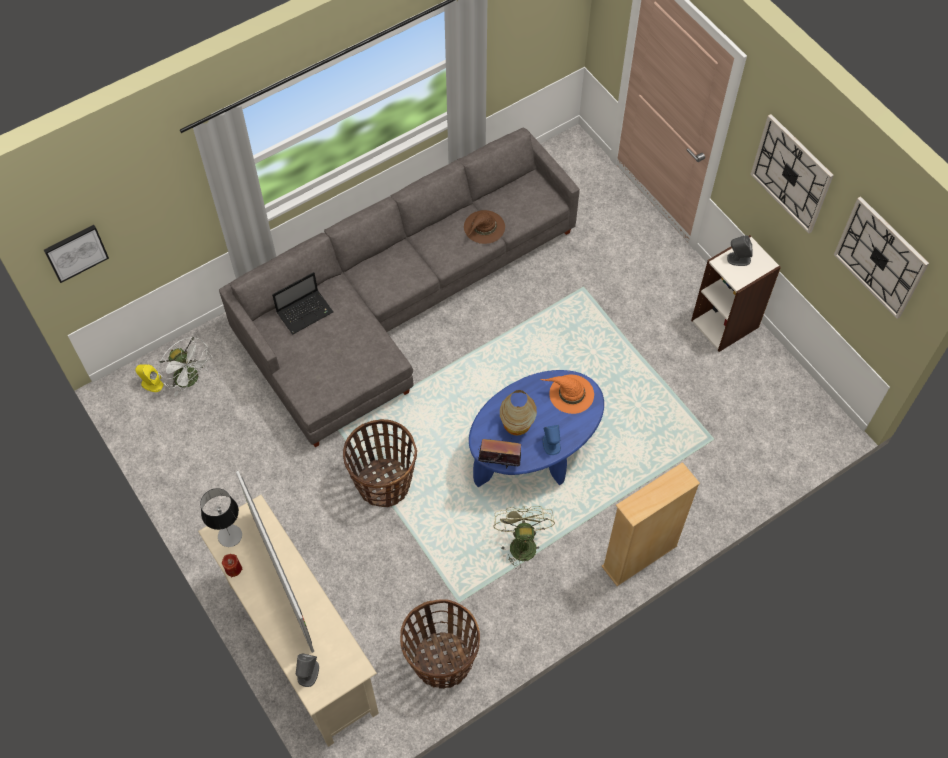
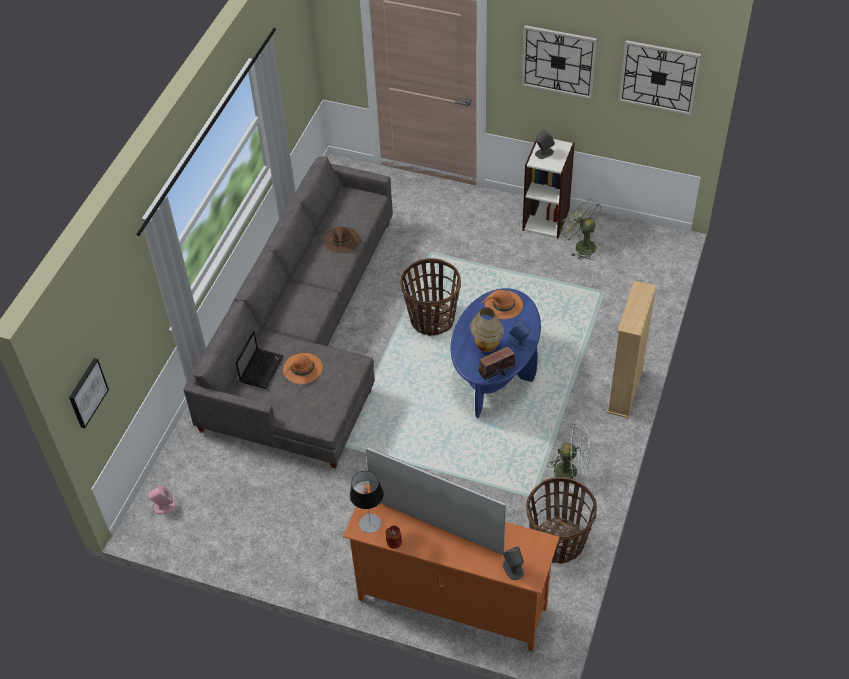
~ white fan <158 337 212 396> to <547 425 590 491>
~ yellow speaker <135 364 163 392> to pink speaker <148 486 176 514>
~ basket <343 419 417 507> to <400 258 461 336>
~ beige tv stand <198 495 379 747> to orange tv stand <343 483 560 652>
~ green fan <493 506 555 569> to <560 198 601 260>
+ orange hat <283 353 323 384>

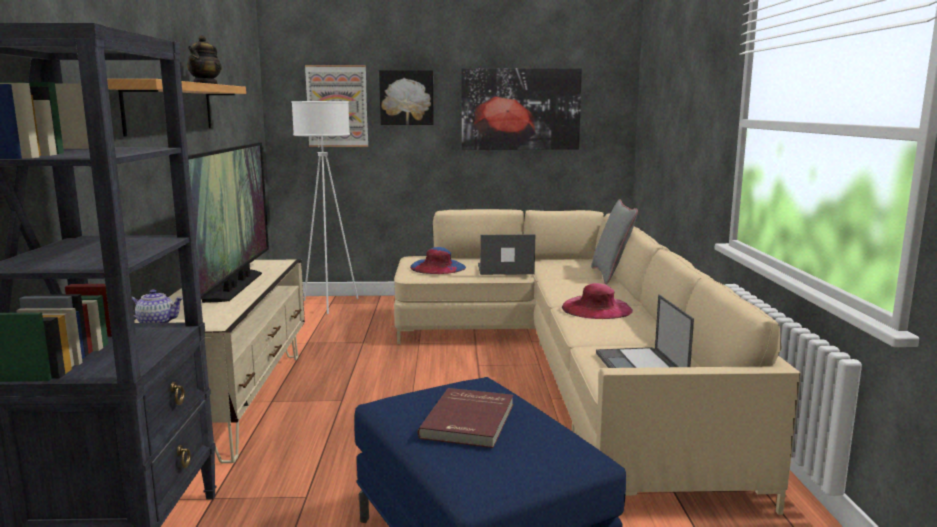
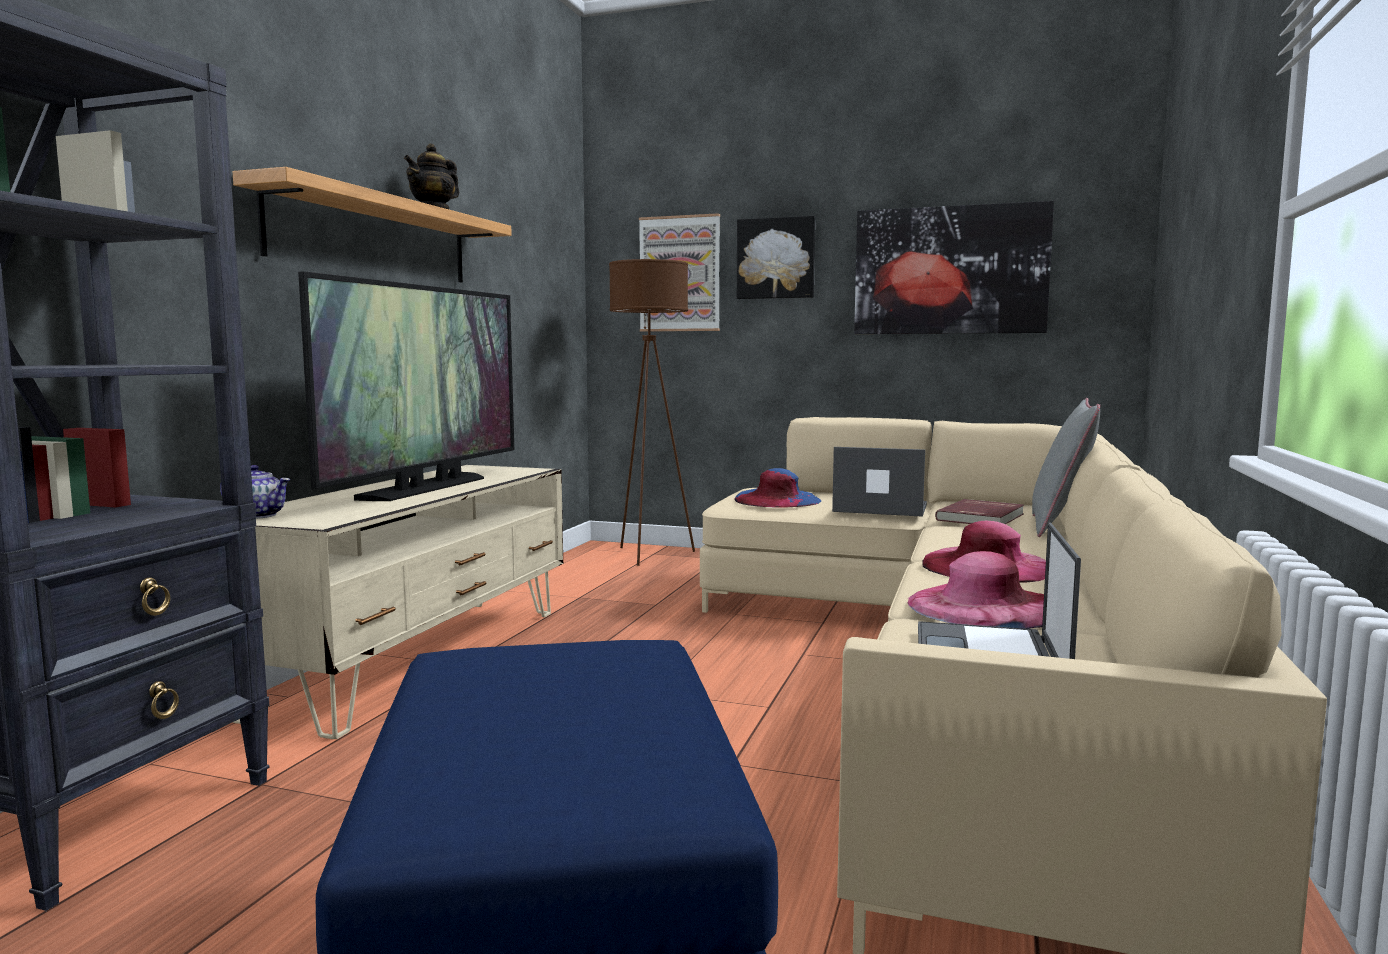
~ white floor lamp <292 101 358 314> to brown floor lamp <609 259 695 566>
~ red book <418 388 514 448> to <935 499 1024 524>
+ pink hat <907 551 1044 629>

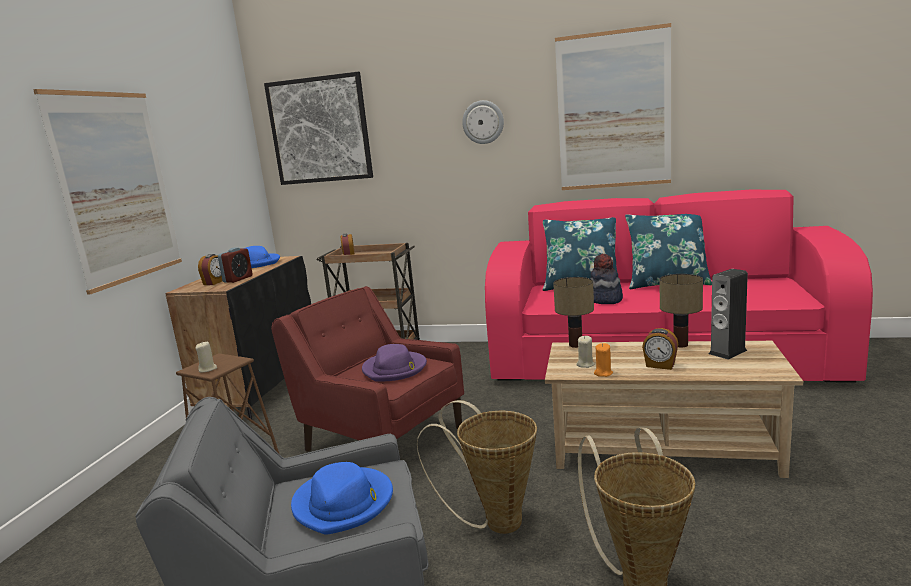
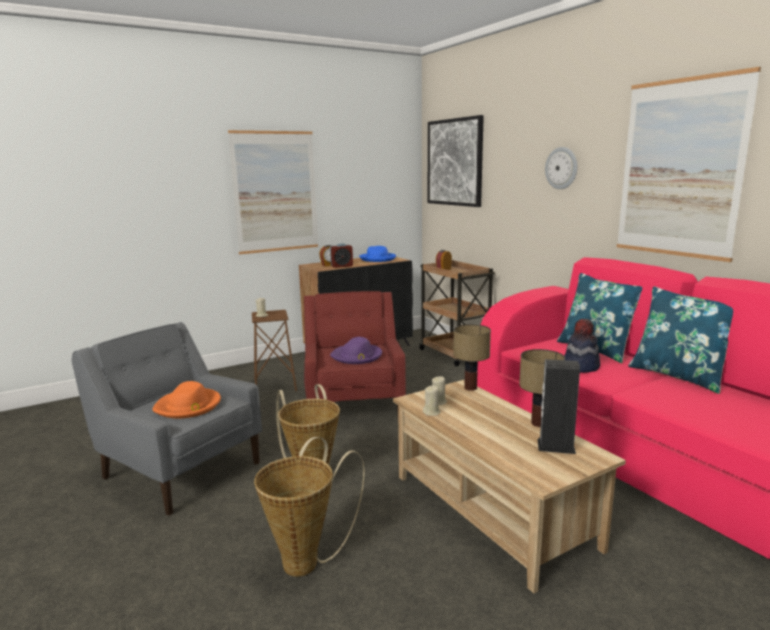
- alarm clock <642 328 678 370>
~ orange candle <594 343 613 377> to beige candle <423 386 441 416>
~ blue hat <291 462 393 535> to orange hat <152 381 221 418>

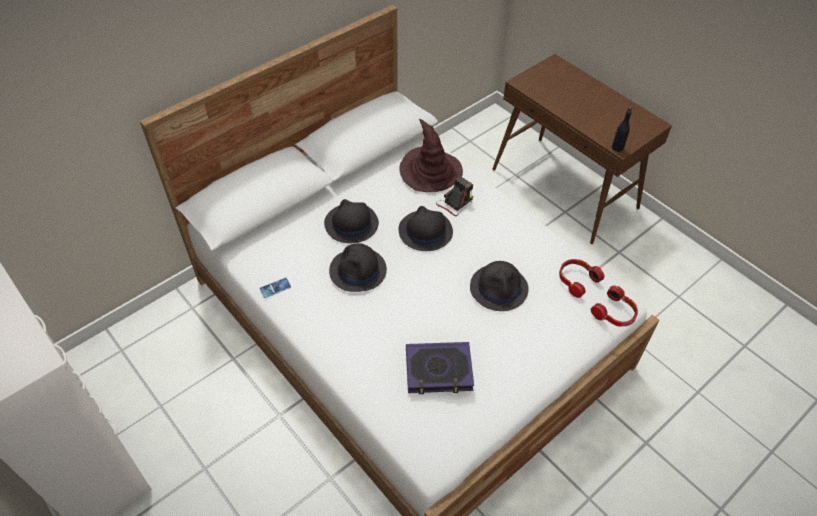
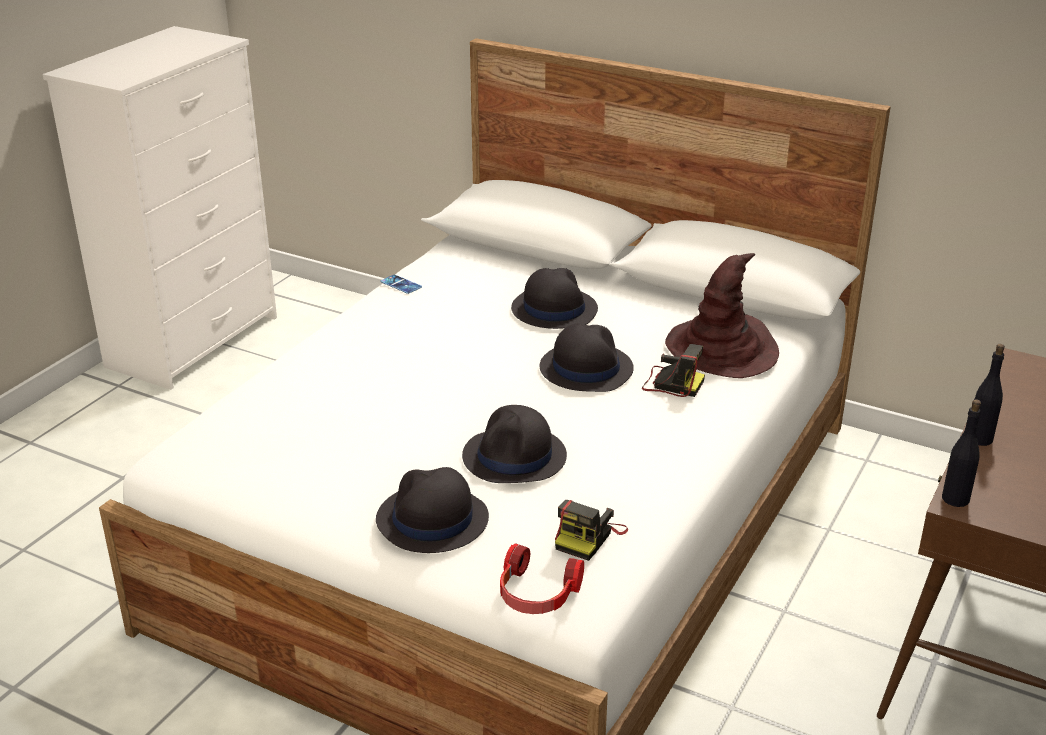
~ black hat <329 243 387 292> to <376 467 489 553>
~ headphones <559 259 604 298> to photo camera <555 500 628 561>
- book <406 342 474 394>
+ black bottle <974 344 1005 446>

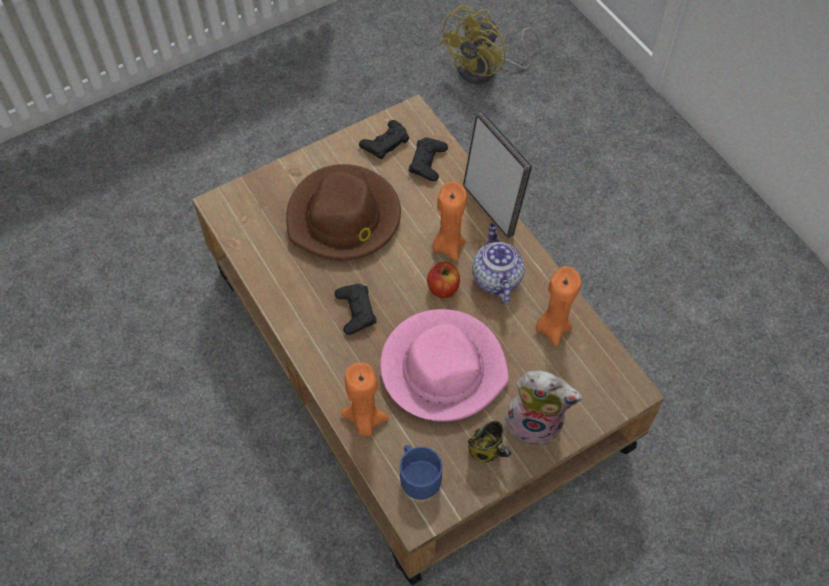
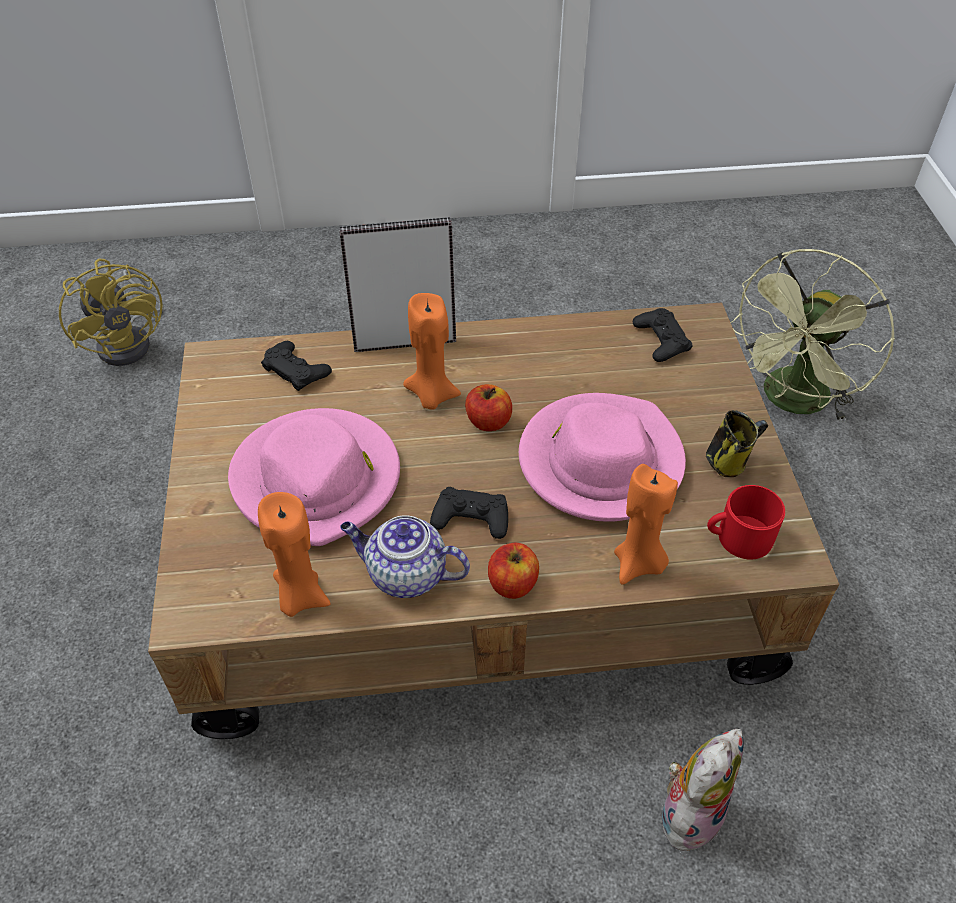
~ black game controller <359 120 409 159> to <633 308 693 362>
~ brown hat <286 164 401 260> to pink hat <228 408 400 546>
~ teapot <472 223 525 305> to <340 515 470 598>
~ orange candle <536 266 581 346> to <258 492 331 617>
~ plush toy <505 370 583 447> to <662 729 744 853>
~ blue mug <400 445 443 500> to red mug <707 485 785 560>
+ green fan <730 249 895 423>
+ apple <488 542 539 599>

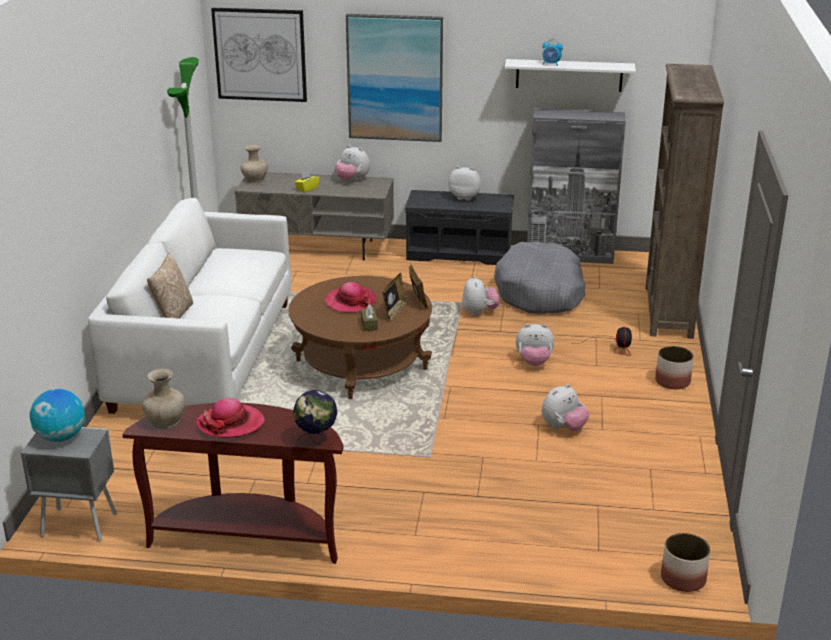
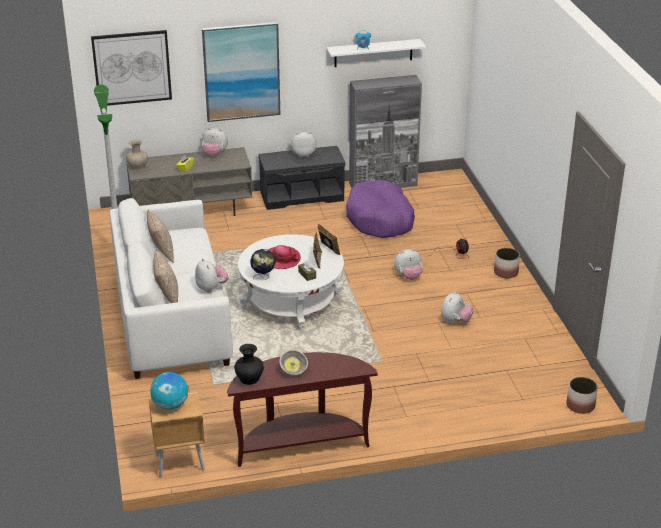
- brown bookcase <645 64 724 339>
~ grey dog bed <494 241 586 314> to purple dog bed <346 180 415 238>
~ plush toy <462 275 499 316> to <195 258 229 293>
~ brown coffee table <288 276 432 399> to white coffee table <238 234 344 331>
~ beige vase <142 369 185 429> to black vase <234 344 264 385>
~ globe <293 390 337 444> to <250 249 275 280>
~ hat <196 398 265 438> to bowl <279 350 308 376>
~ grey nightstand <21 427 117 541> to brown nightstand <149 392 205 477>
+ pillow <147 210 174 263>

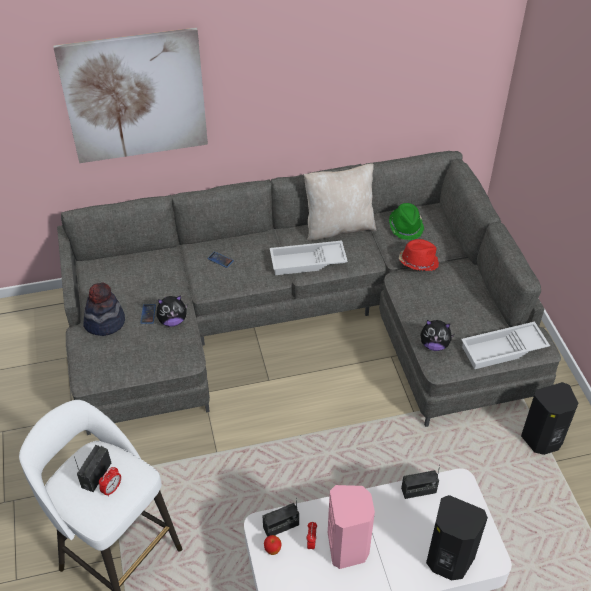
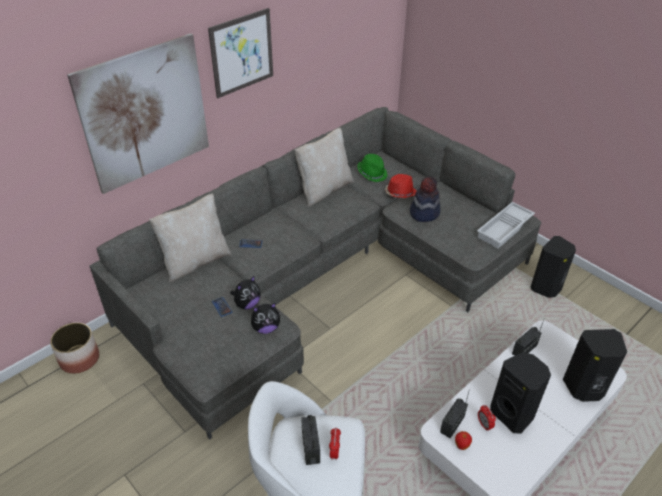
- white tray <270 240 348 275>
~ hat <83 283 125 336> to <410 177 440 222>
~ plush toy <420 320 454 351> to <251 303 280 334>
~ pink speaker <328 485 375 569> to black speaker <490 352 551 434>
+ picture <208 8 273 98>
+ beige pillow <149 194 232 282>
+ planter <50 323 99 374>

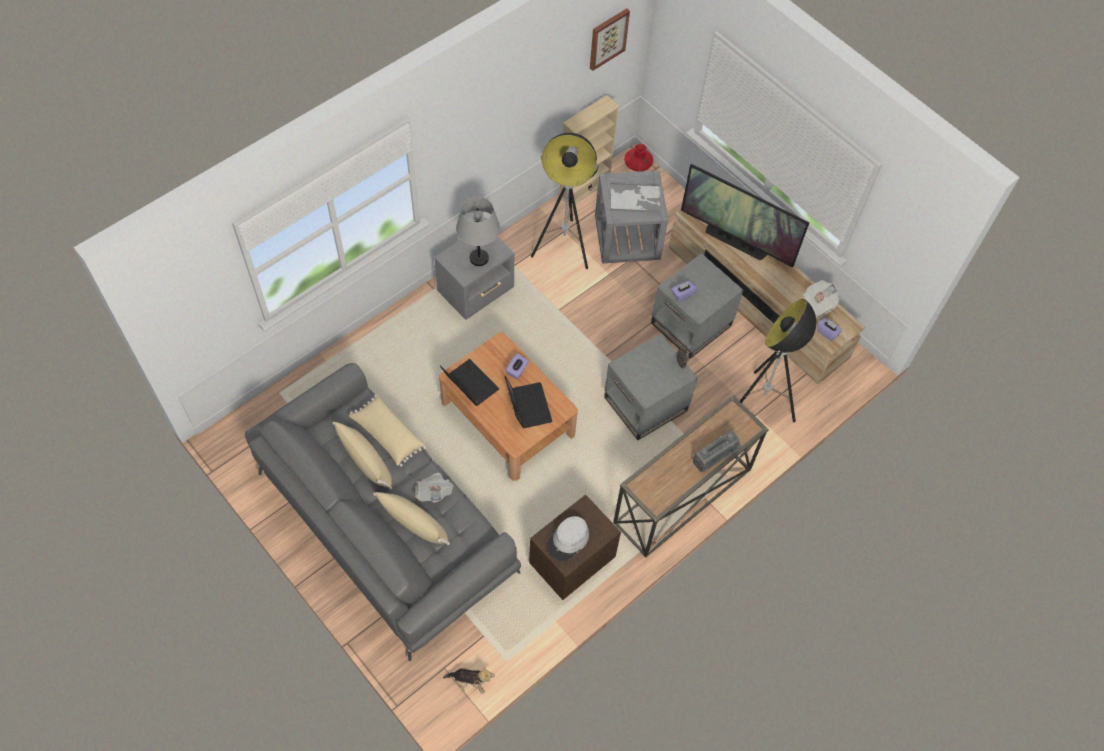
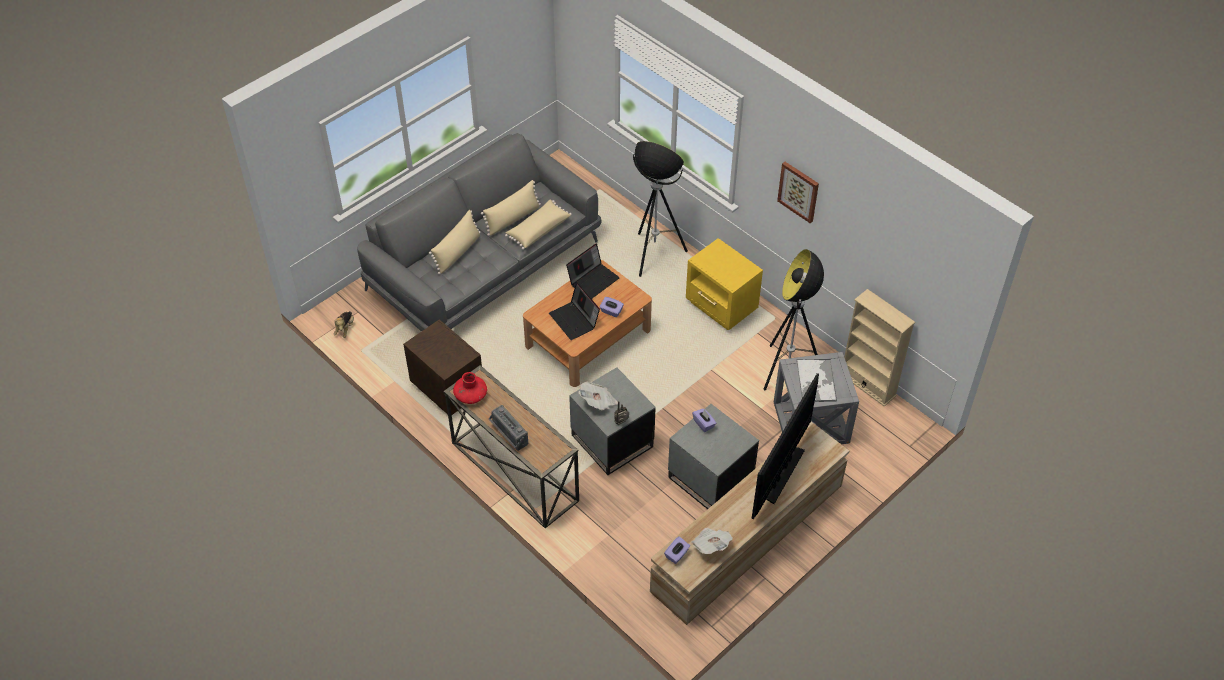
~ picture <590 9 630 71> to <777 162 819 223>
~ red vase <624 144 653 172> to <453 372 487 404>
- grey table lamp <456 197 500 266>
~ grey nightstand <434 237 514 320> to yellow nightstand <686 238 763 330>
~ floor lamp <739 299 816 422> to <632 141 688 277>
~ laptop <505 376 553 428> = <549 282 600 340> 75 degrees clockwise
~ newspaper <415 473 454 503> to <578 382 618 410>
- grey hat <547 516 589 561>

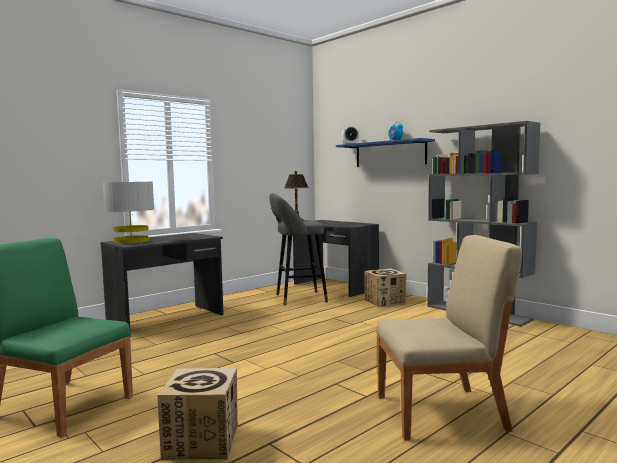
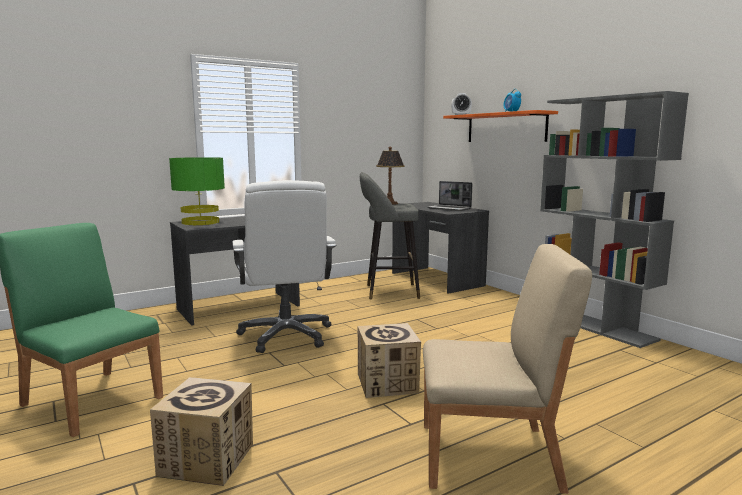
~ blue shelf <336 138 435 167> to orange shelf <443 110 558 142>
~ grey table lamp <103 182 154 244> to green table lamp <169 157 225 225>
~ cardboard box <365 268 406 307> to <358 323 421 398>
+ white office chair <233 180 336 353>
+ laptop <428 181 472 211>

